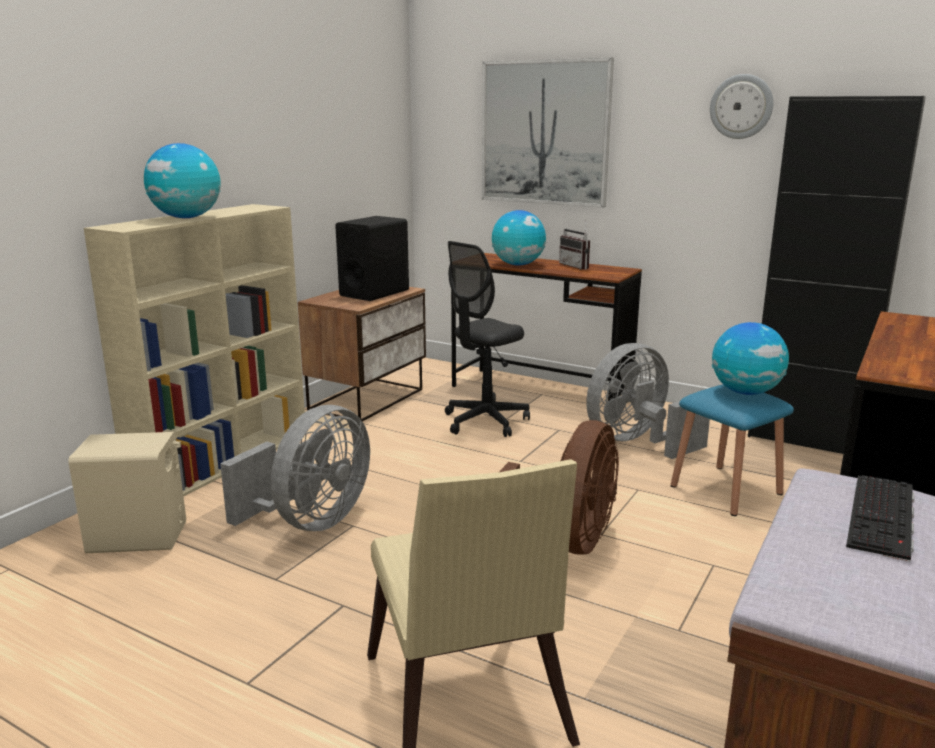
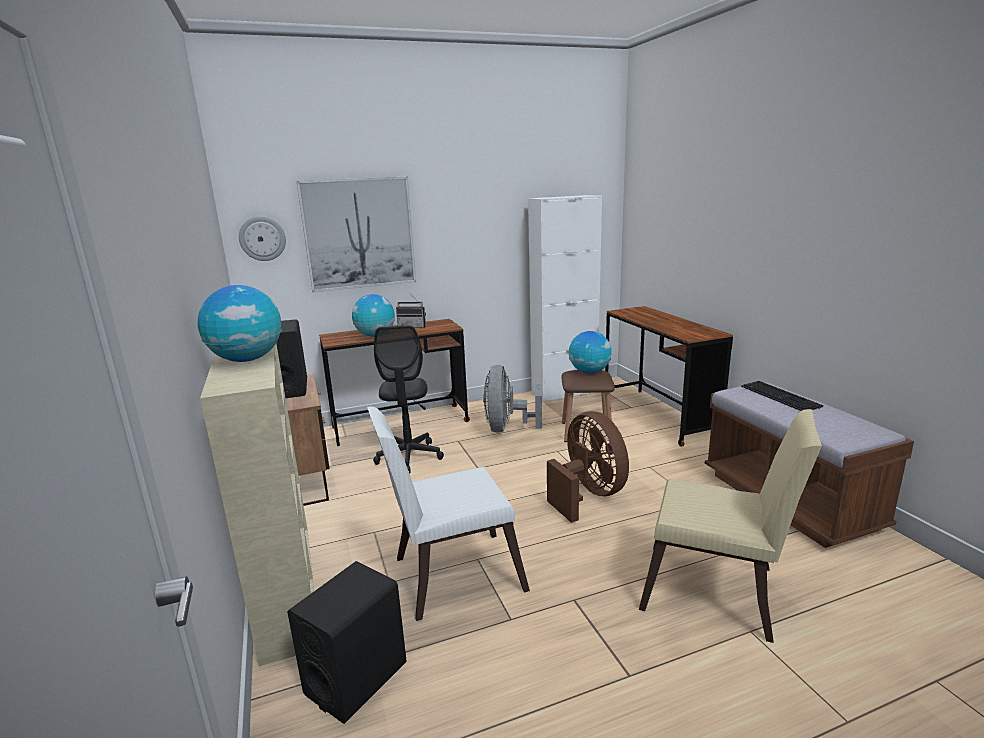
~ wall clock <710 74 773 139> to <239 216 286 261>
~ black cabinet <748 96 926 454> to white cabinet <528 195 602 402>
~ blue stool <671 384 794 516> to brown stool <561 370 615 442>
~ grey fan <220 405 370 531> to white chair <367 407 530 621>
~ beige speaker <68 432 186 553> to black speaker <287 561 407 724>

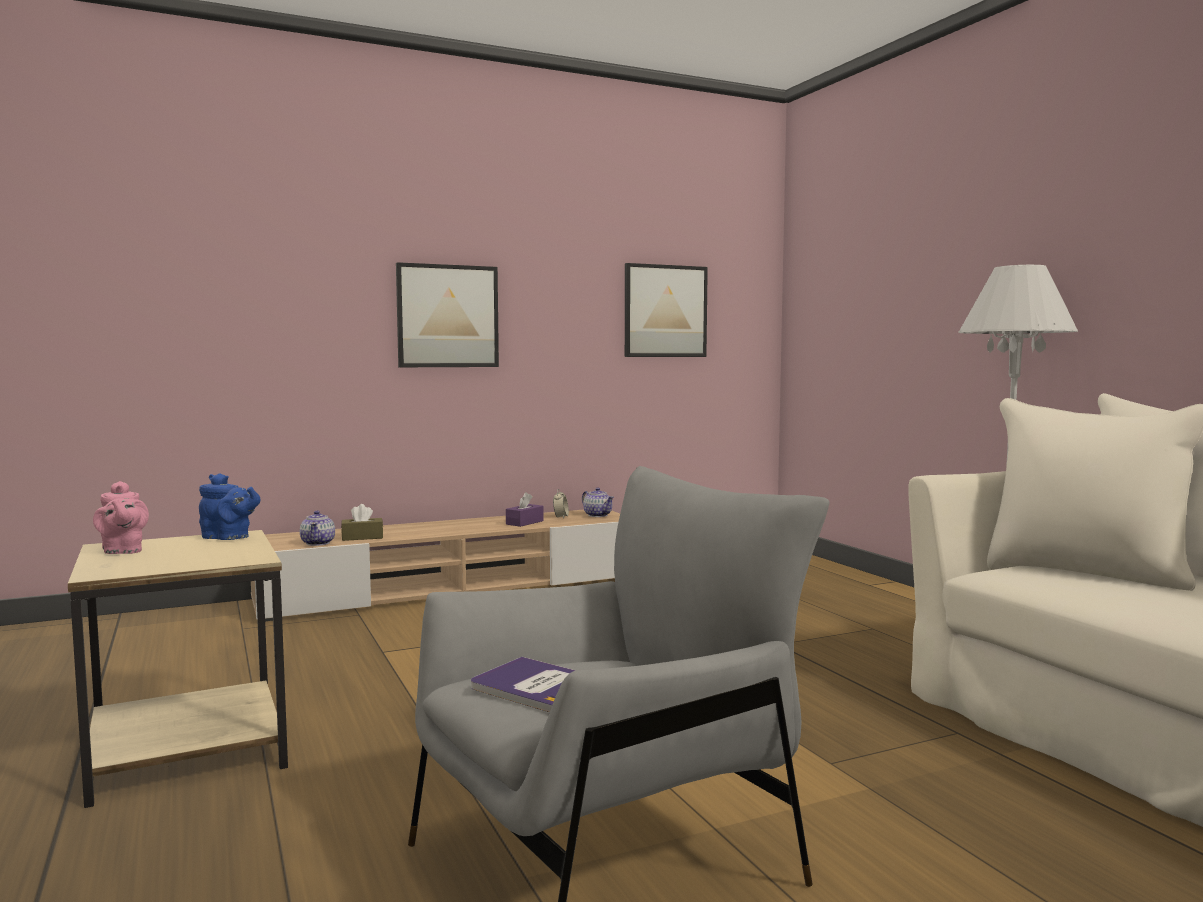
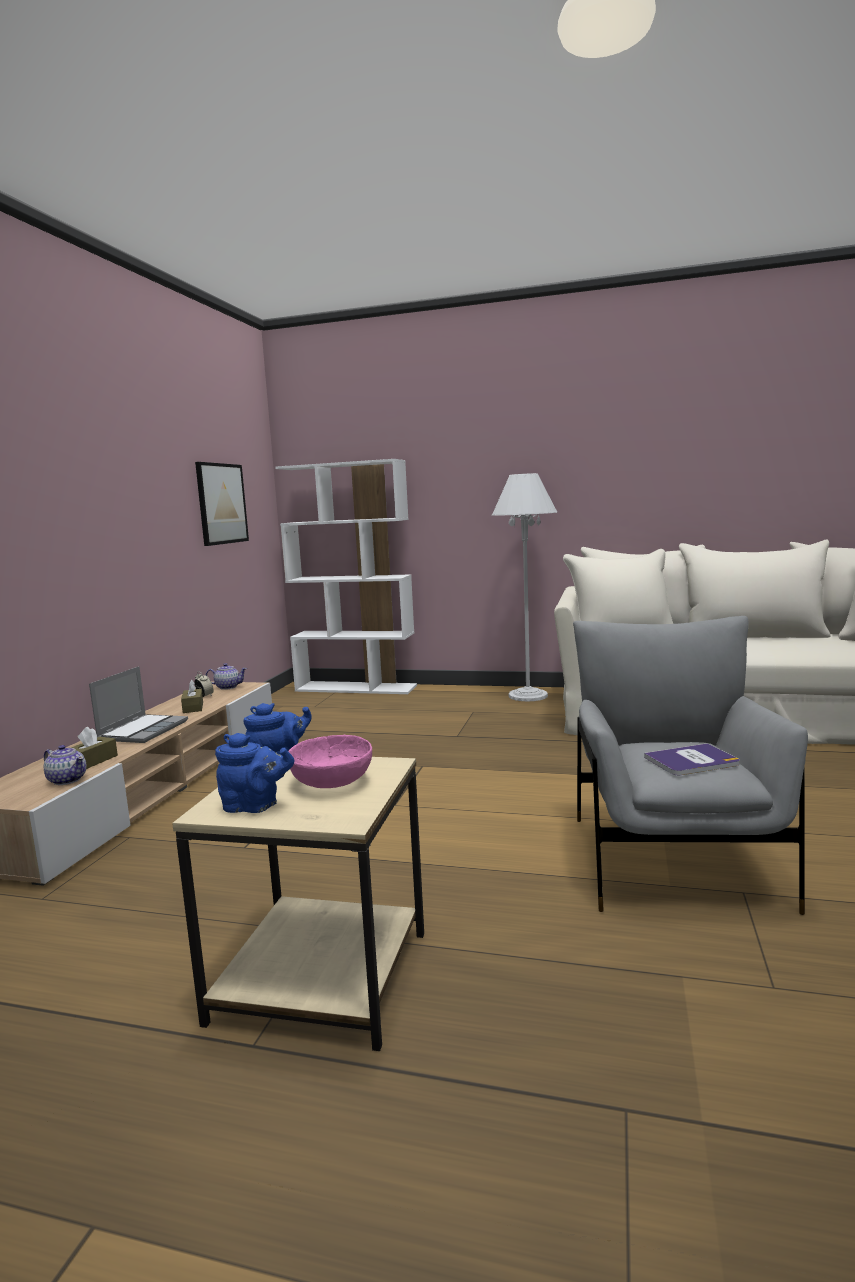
- picture <396 262 499 367>
~ pink teapot <93 481 149 554> to blue teapot <215 733 294 813>
~ purple tissue box <506 492 543 527> to brown tissue box <181 680 203 713>
+ white bookcase <275 459 417 694>
+ laptop <89 666 188 743>
+ pink bowl <288 735 372 788>

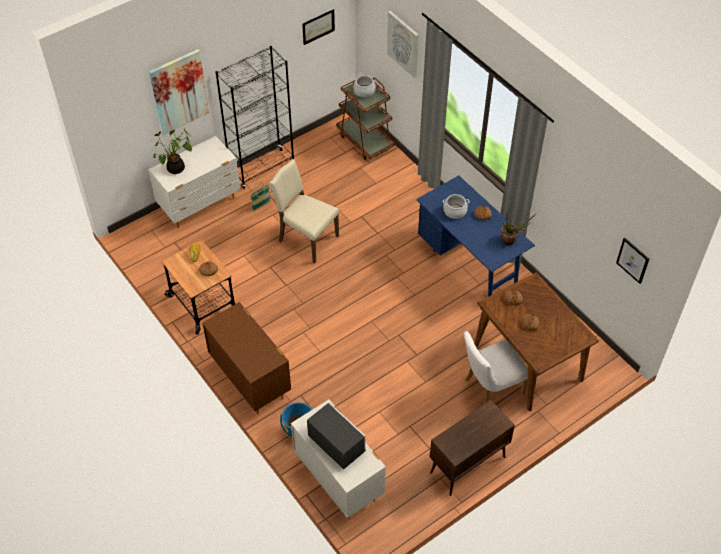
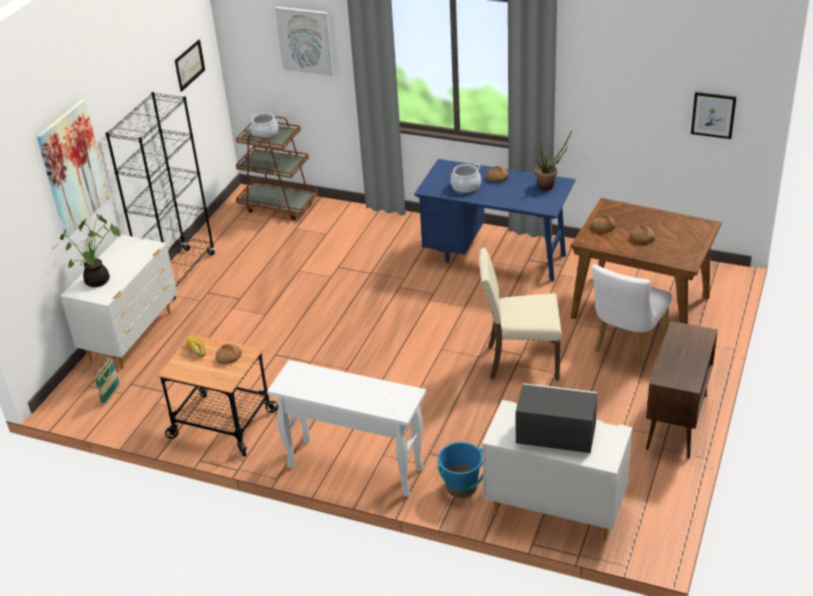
~ beige chair <269 159 339 263> to <479 248 562 380>
~ basket <250 182 271 211> to <94 355 120 404>
~ brown dresser <202 302 291 414> to white console table <267 360 426 497>

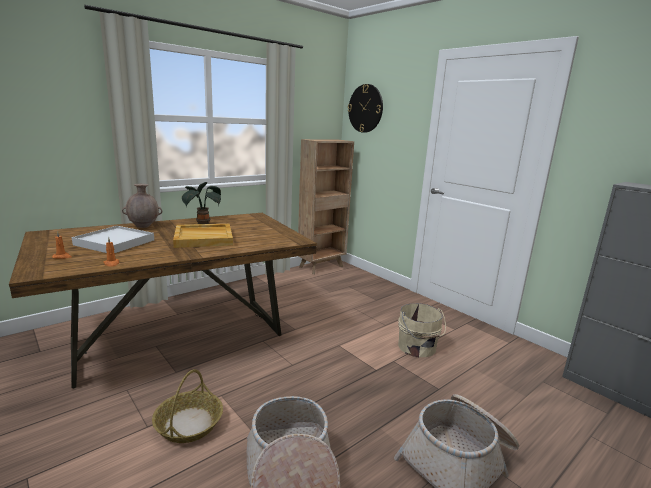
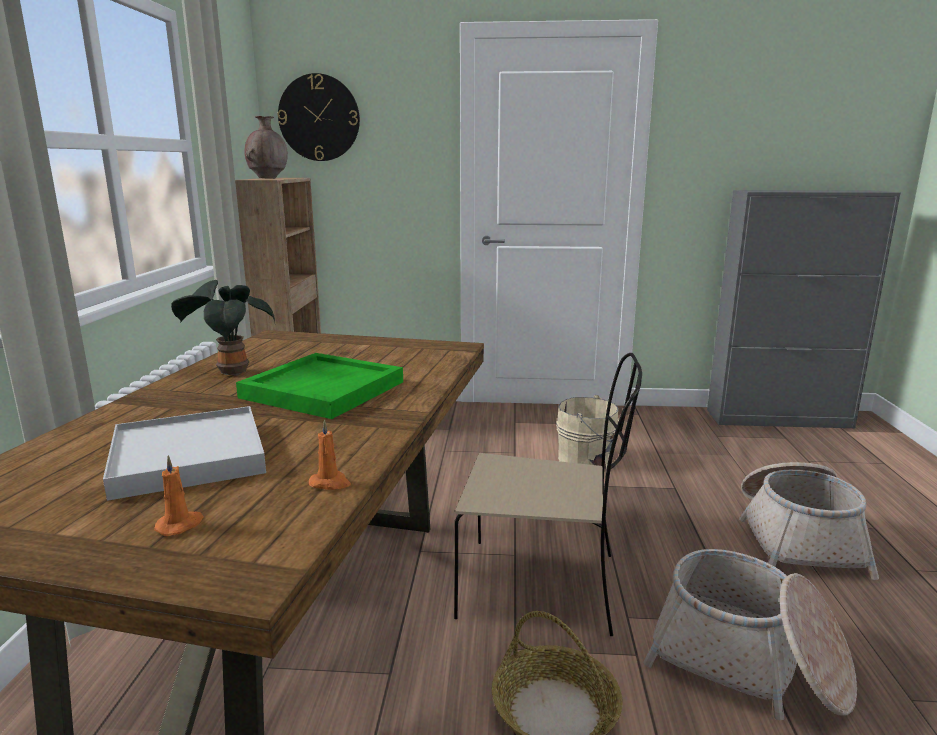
~ brown vase <122 184 162 228> to <244 116 288 179>
~ beige tray <173 224 233 248> to green tray <236 353 403 419>
+ beige chair <454 353 642 636>

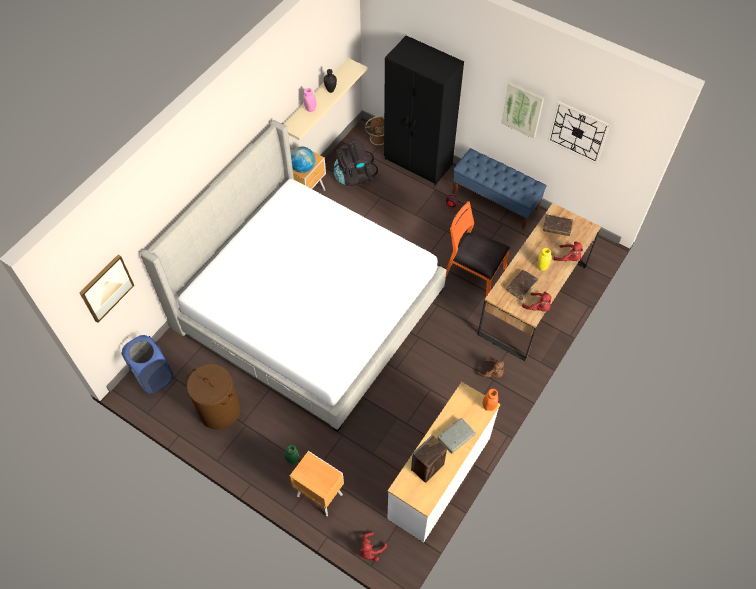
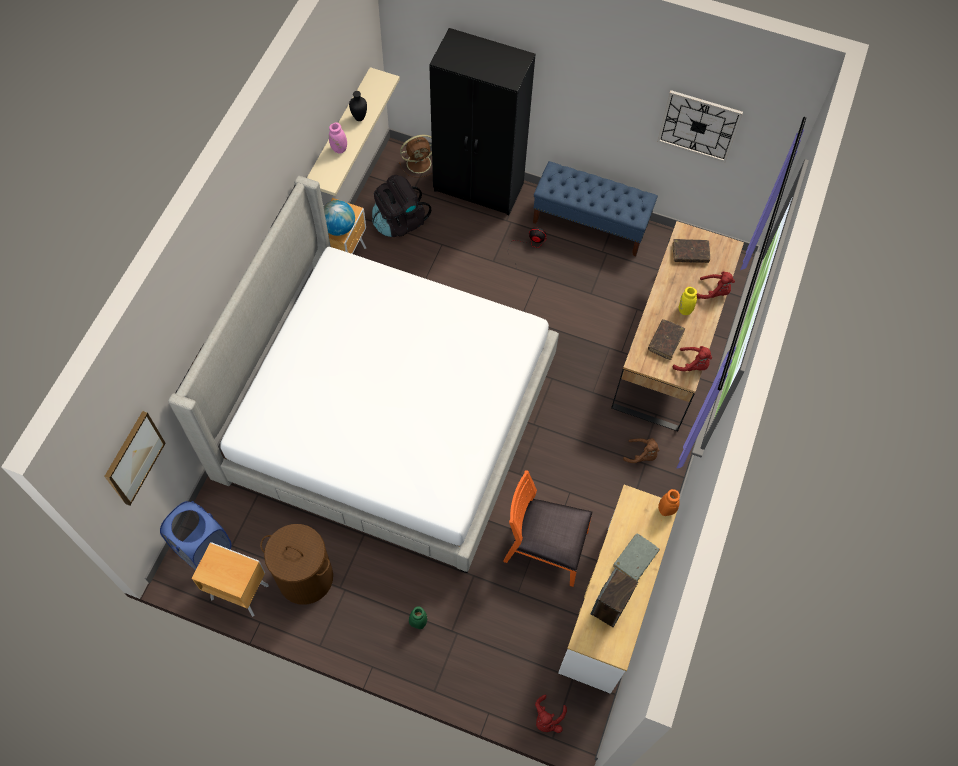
- picture <501 82 544 139>
~ orange chair <446 201 510 297> to <503 470 592 587>
~ brown nightstand <290 451 344 516> to <191 542 269 617>

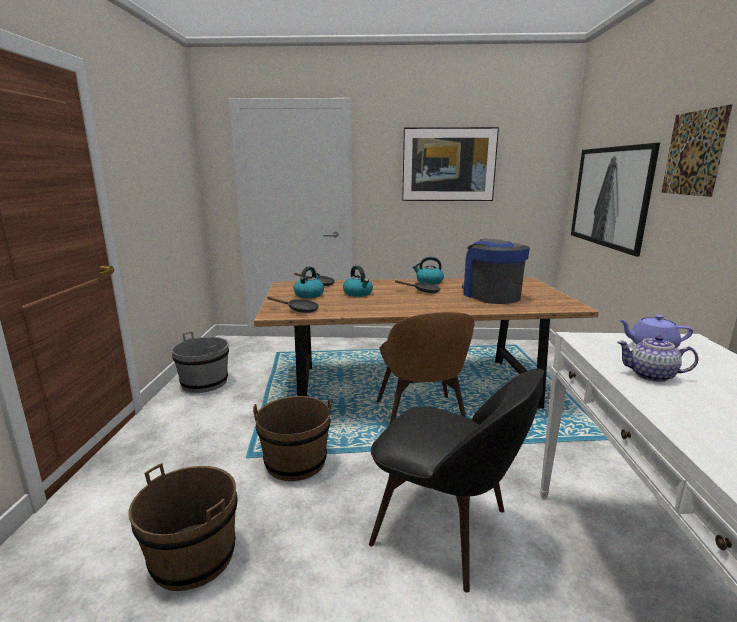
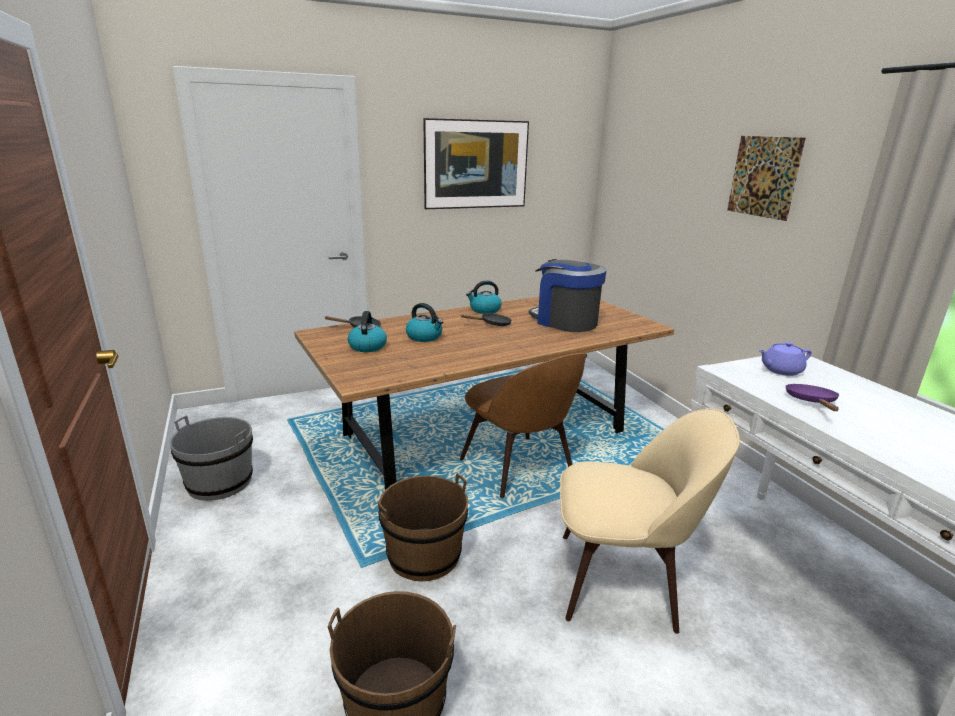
- picture <571 143 660 257>
- black frying pan <268 297 319 313>
~ teapot <617 335 699 382> to purple frying pan <786 384 839 411>
~ black chair <369 369 544 593> to beige chair <560 409 740 634>

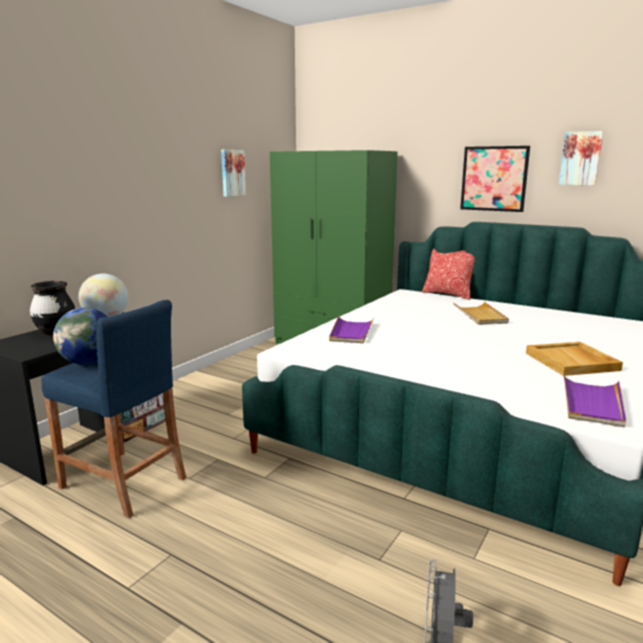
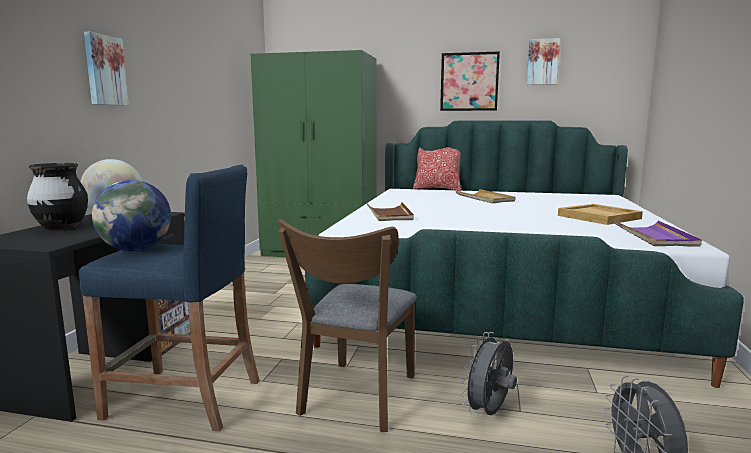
~ picture <221 150 246 197> to <84 32 129 106>
~ purple tray <329 316 374 343> to brown tray <367 202 414 221>
+ brown chair <278 219 417 432>
+ grey fan <461 332 517 415>

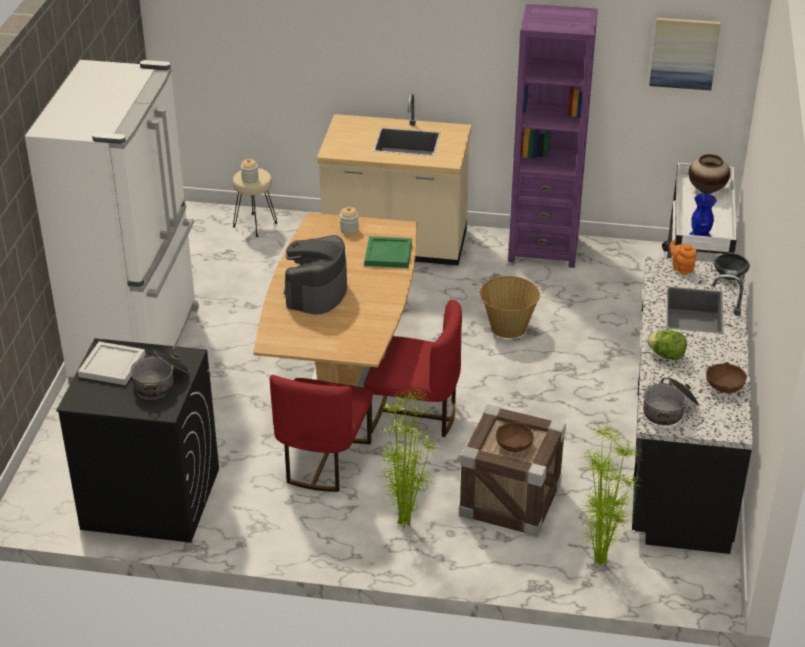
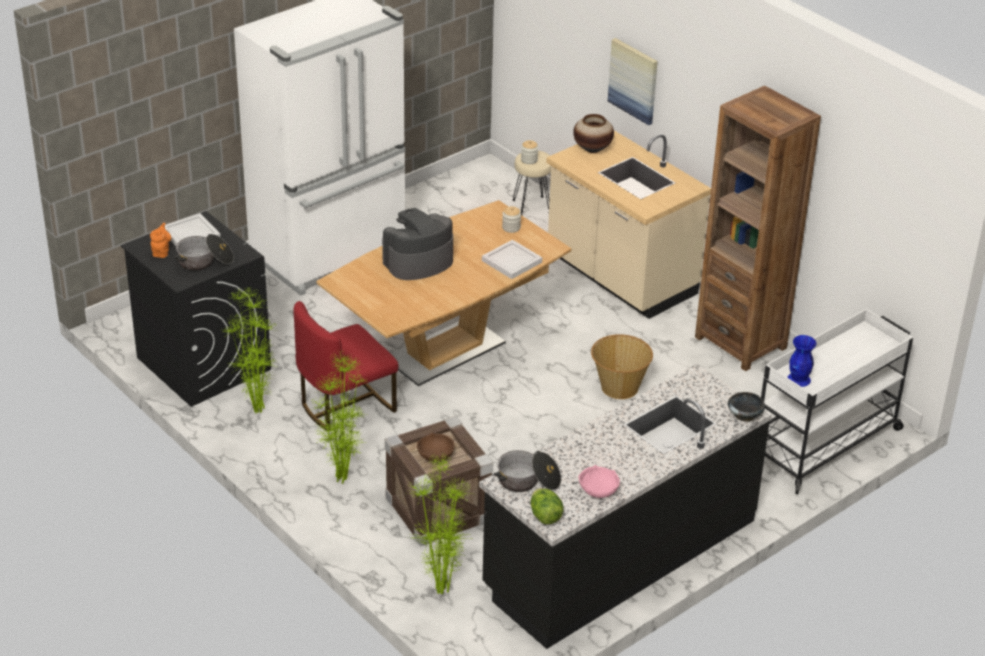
~ purple bookcase <508 4 598 268> to brown bookcase <695 86 821 371>
~ picture <649 18 721 90> to <608 38 658 125>
~ vase <688 154 730 194> to <573 114 614 153>
~ green tray <365 236 412 268> to white tray <482 240 542 279>
~ orange teapot <669 240 696 275> to <150 223 171 258>
- red chair <364 299 462 437>
~ lettuce <647 330 687 360> to <530 488 564 524>
~ brown bowl <706 362 747 393> to pink bowl <579 465 620 498>
+ potted plant <222 286 277 413>

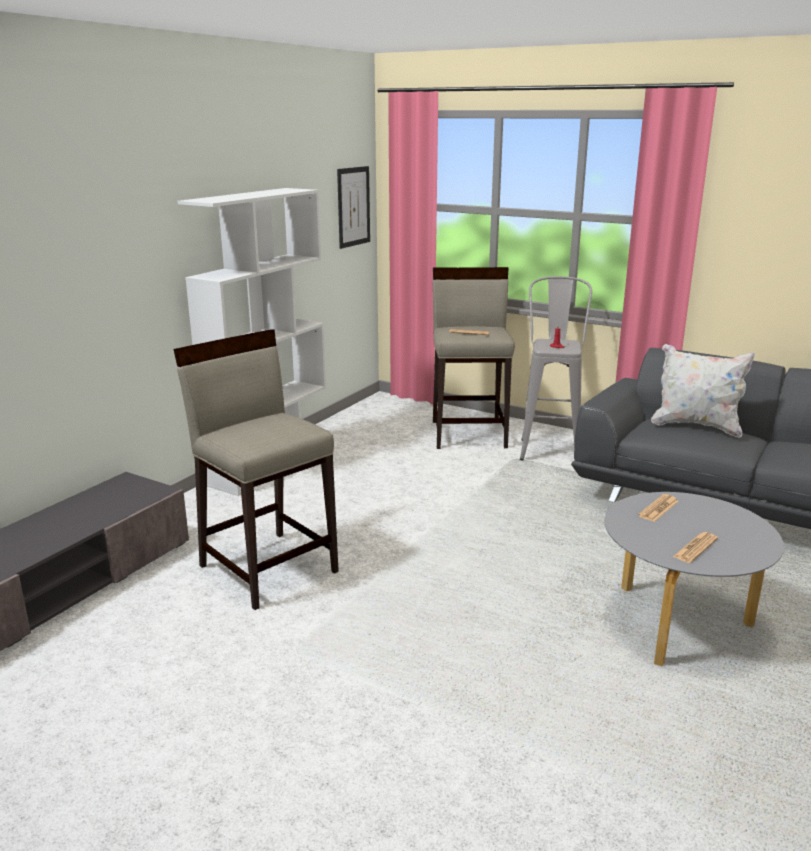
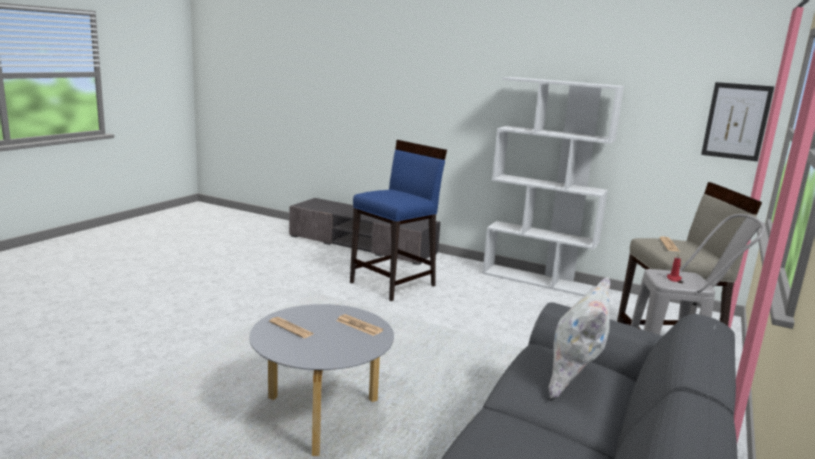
~ beige stool <173 329 339 610> to blue stool <350 140 447 301>

